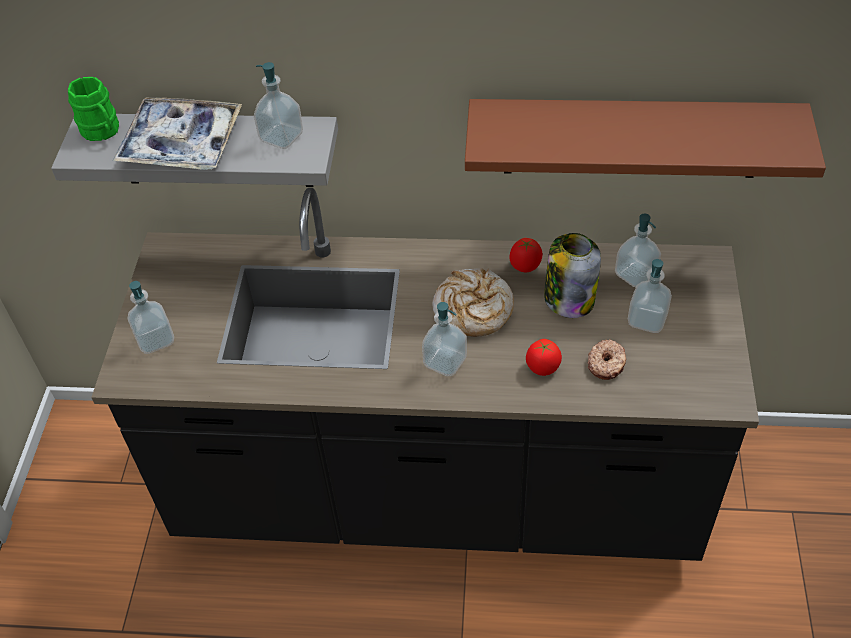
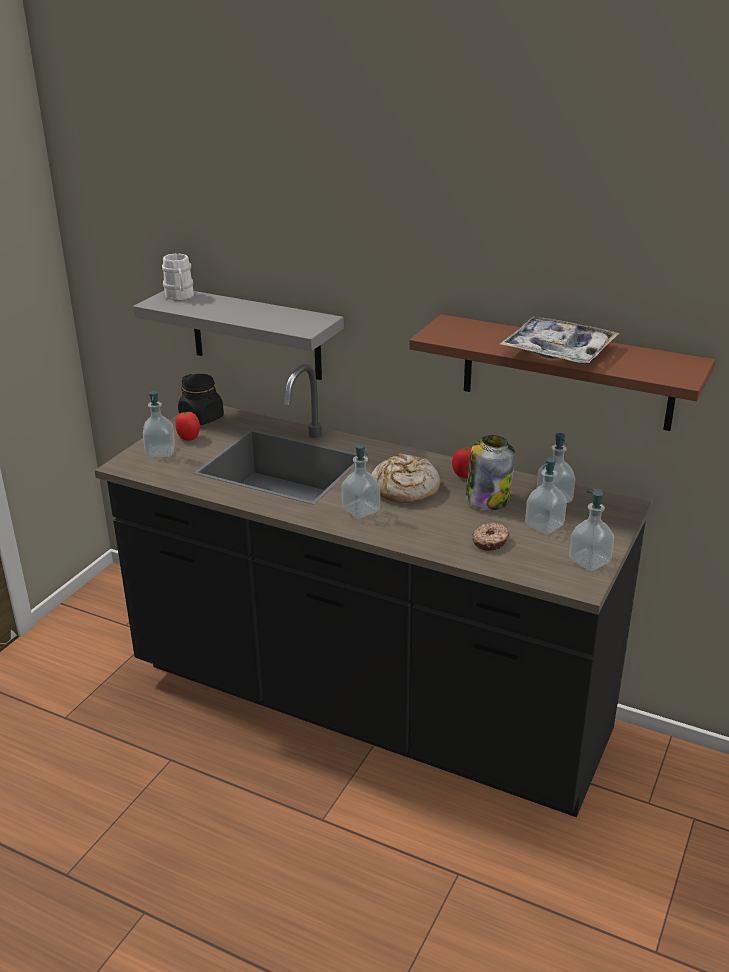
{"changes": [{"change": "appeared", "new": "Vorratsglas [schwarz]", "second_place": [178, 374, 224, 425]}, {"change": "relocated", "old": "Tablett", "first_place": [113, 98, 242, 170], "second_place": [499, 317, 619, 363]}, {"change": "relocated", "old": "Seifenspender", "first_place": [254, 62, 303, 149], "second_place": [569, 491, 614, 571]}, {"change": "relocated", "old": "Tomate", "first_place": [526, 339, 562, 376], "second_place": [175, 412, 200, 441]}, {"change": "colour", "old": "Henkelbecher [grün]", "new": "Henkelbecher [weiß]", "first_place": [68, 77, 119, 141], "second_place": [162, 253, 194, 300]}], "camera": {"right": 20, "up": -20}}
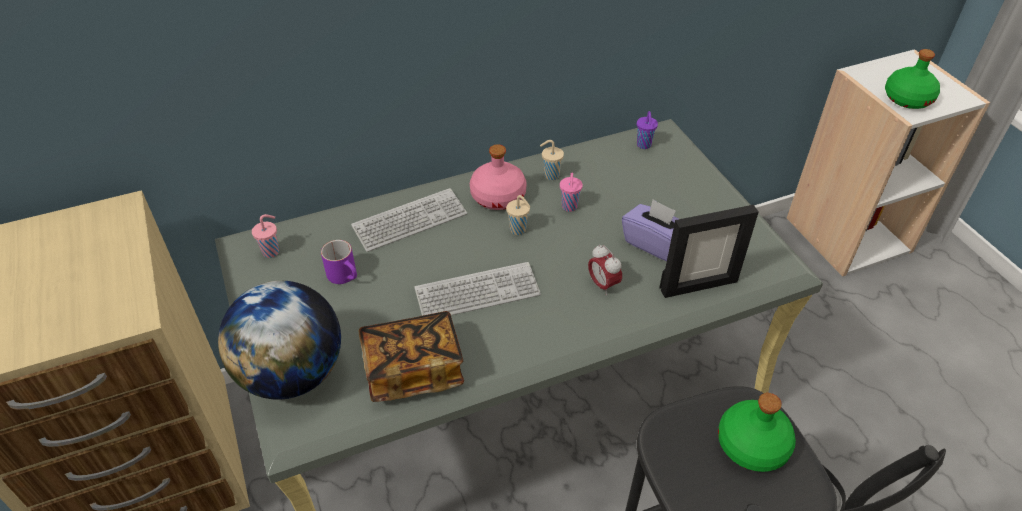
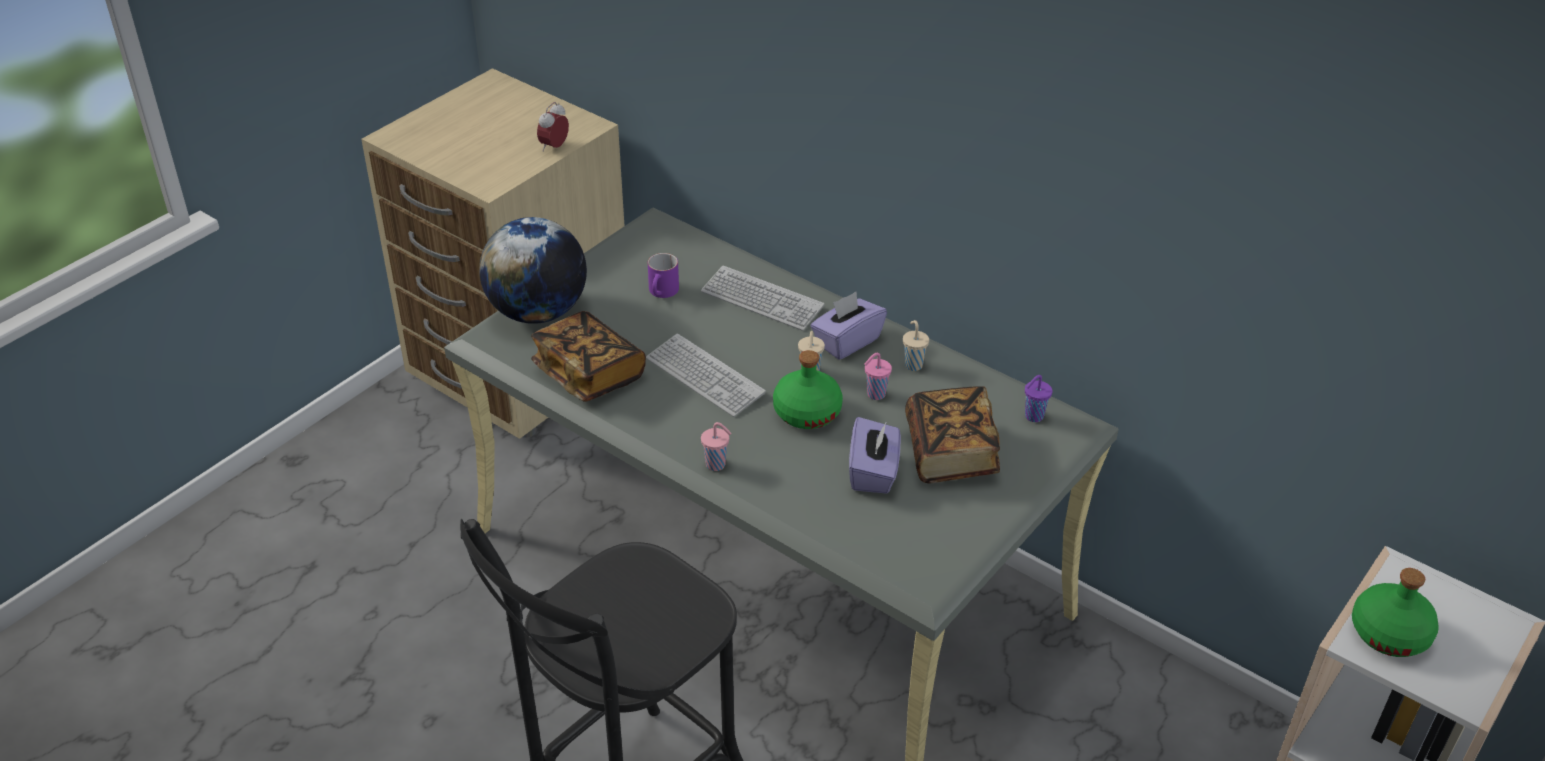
{"changes": [{"change": "missing", "old": "Bilderrahmen", "first_place": [659, 205, 759, 298]}, {"change": "appeared", "new": "Buch", "second_place": [905, 386, 1000, 483]}, {"change": "relocated", "old": "Tasse [rosa]", "first_place": [252, 214, 279, 258], "second_place": [701, 422, 731, 471]}, {"change": "relocated", "old": "Wecker", "first_place": [588, 244, 622, 296], "second_place": [537, 102, 569, 152]}, {"change": "relocated", "old": "Flasche [grün]", "first_place": [718, 393, 796, 472], "second_place": [773, 350, 843, 429]}, {"change": "exchanged", "old": "Flasche [rosa]", "new": "Taschentuchbox [lila]", "first_place": [470, 144, 527, 210], "second_place": [811, 292, 887, 360]}], "camera": {"right": 60, "up": -5}}
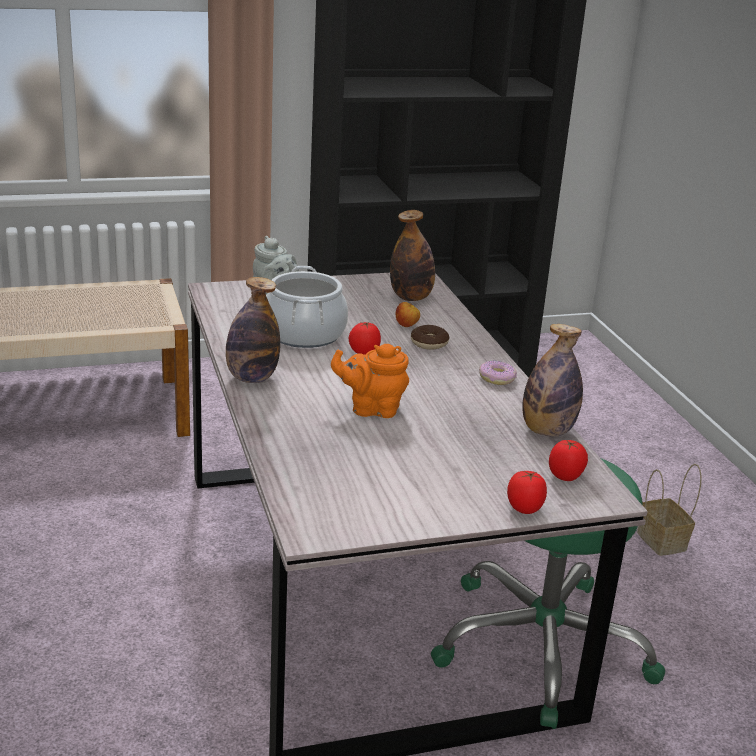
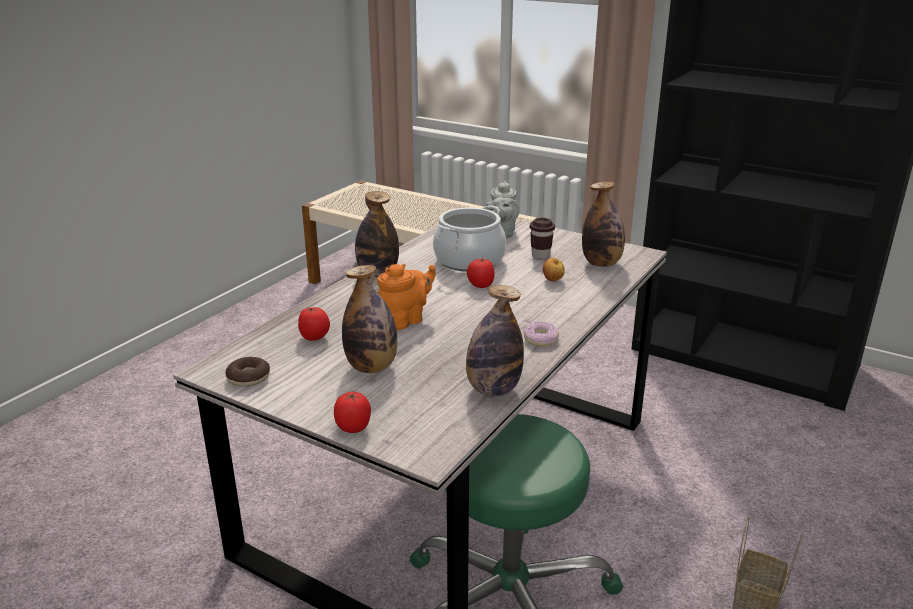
{"changes": [{"change": "appeared", "new": "Flasche", "second_place": [342, 265, 397, 373]}, {"change": "appeared", "new": "Tasse [braun]", "second_place": [530, 218, 555, 259]}, {"change": "relocated", "old": "Donut", "first_place": [411, 325, 449, 350], "second_place": [226, 357, 270, 387]}, {"change": "relocated", "old": "Tomate", "first_place": [549, 440, 588, 481], "second_place": [298, 307, 330, 341]}, {"change": "spun", "old": "Teekanne [orange]", "first_place": [331, 344, 409, 418], "second_place": [377, 263, 436, 330], "degrees": 90}], "camera": {"right": 50, "up": 0}}
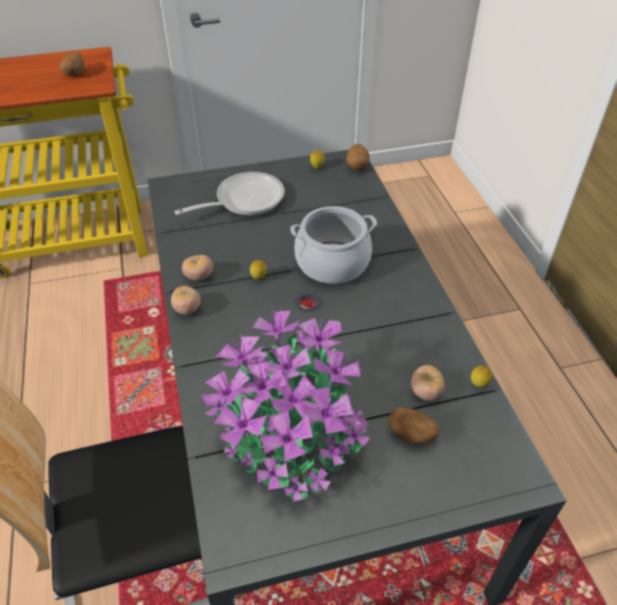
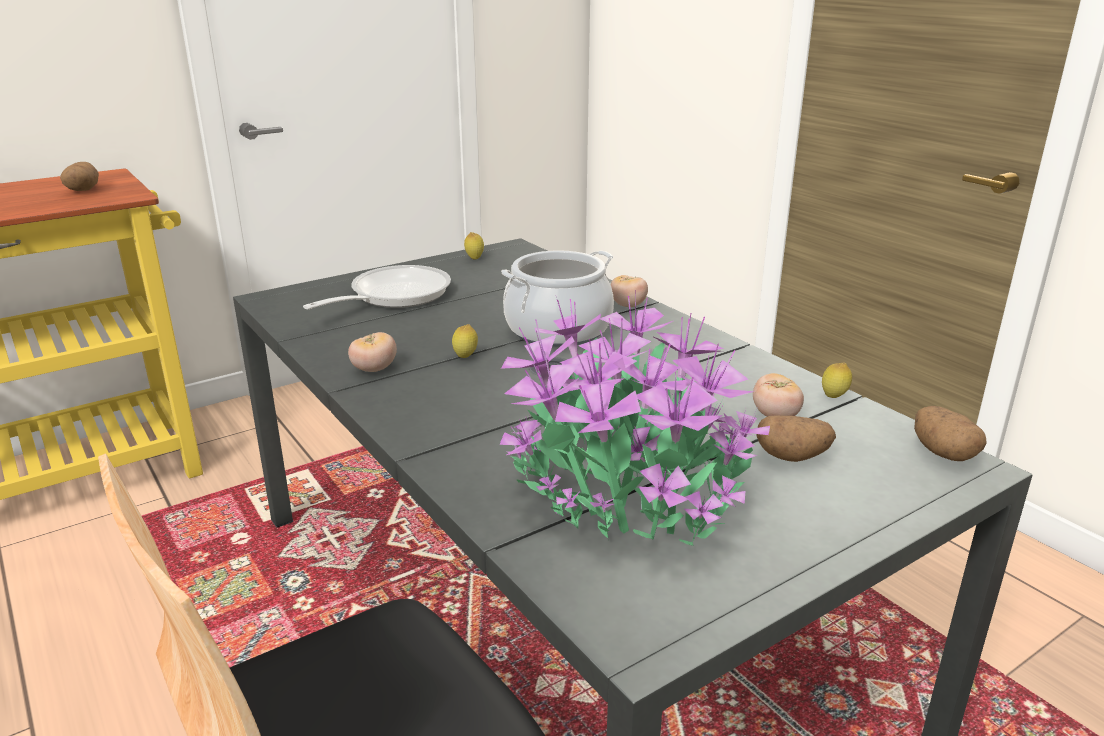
{"changes": [{"change": "relocated", "old": "Tomate", "first_place": [171, 286, 201, 315], "second_place": [611, 275, 648, 307]}, {"change": "relocated", "old": "Kartoffel", "first_place": [346, 144, 370, 170], "second_place": [914, 406, 987, 461]}], "camera": {"right": -20, "up": -20}}
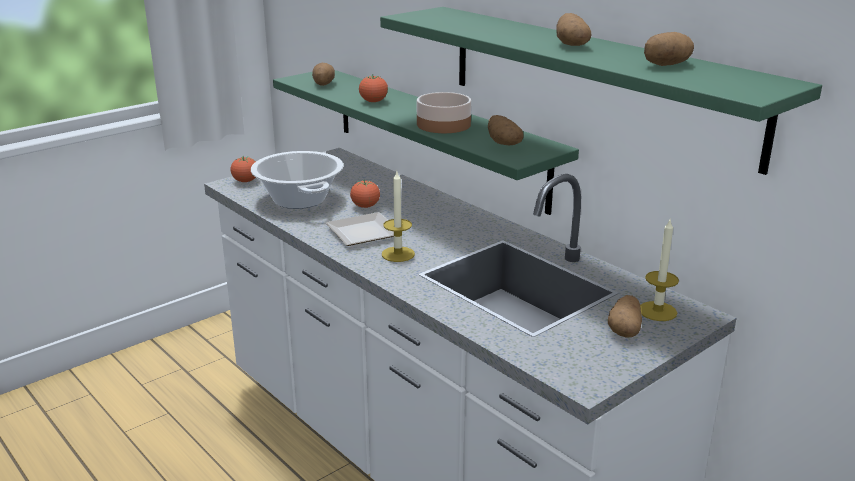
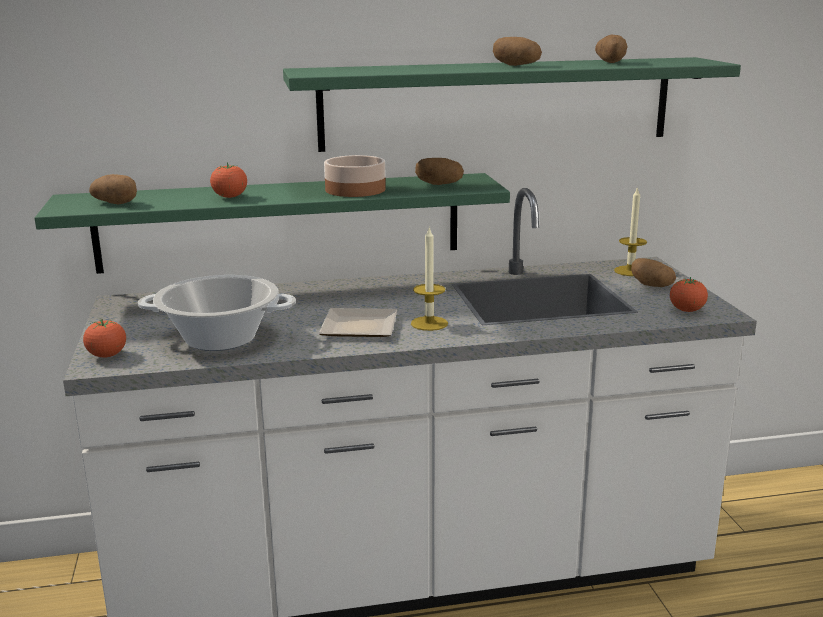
{"changes": [{"change": "relocated", "old": "Tomate", "first_place": [350, 180, 380, 208], "second_place": [670, 277, 708, 312]}], "camera": {"right": -60, "up": -5}}
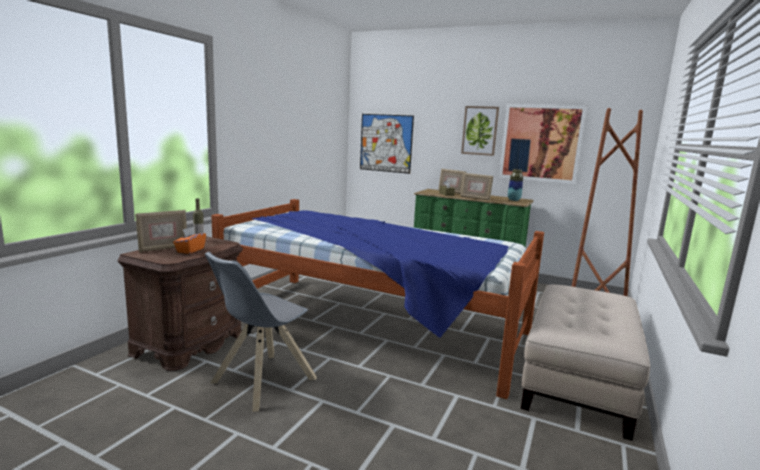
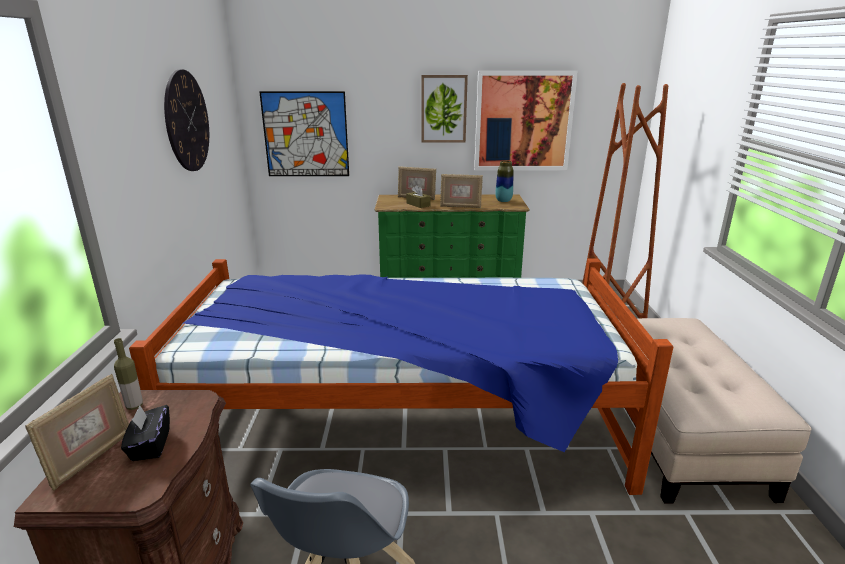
{"changes": [{"change": "appeared", "new": "Wanduhr", "second_place": [164, 69, 209, 171]}, {"change": "colour", "old": "Taschentuchbox [orange]", "new": "Taschentuchbox [schwarz]", "first_place": [173, 227, 206, 254], "second_place": [121, 405, 170, 461]}], "camera": {"right": -25, "up": 10}}
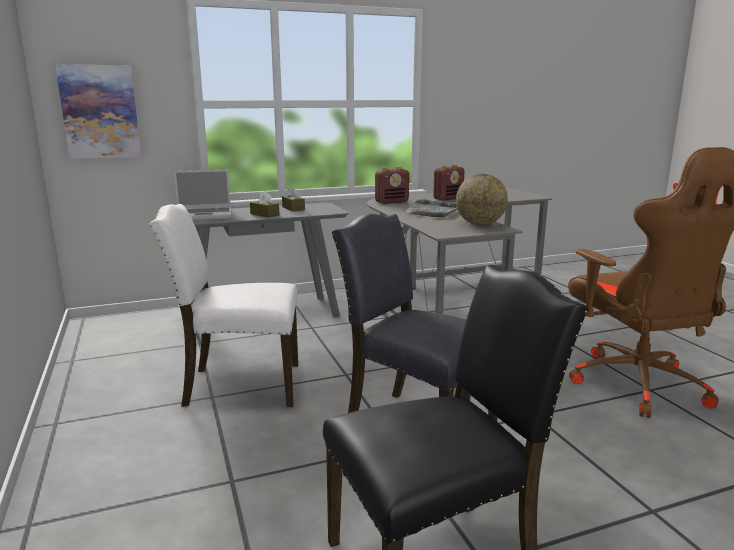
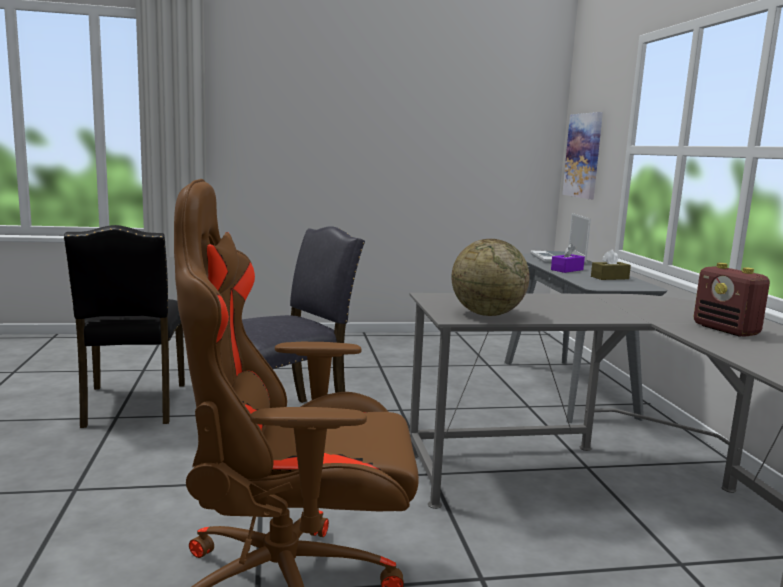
{"changes": [{"change": "missing", "old": "Stuhl [weiß]", "first_place": [149, 204, 298, 407]}, {"change": "missing", "old": "Radio", "first_place": [375, 167, 409, 204]}, {"change": "missing", "old": "Tablett [grau]", "first_place": [404, 199, 458, 217]}, {"change": "colour", "old": "Taschentuchbox [braun]", "new": "Taschentuchbox [lila]", "first_place": [250, 191, 279, 218], "second_place": [551, 243, 585, 273]}], "camera": {"right": 100, "up": -5}}
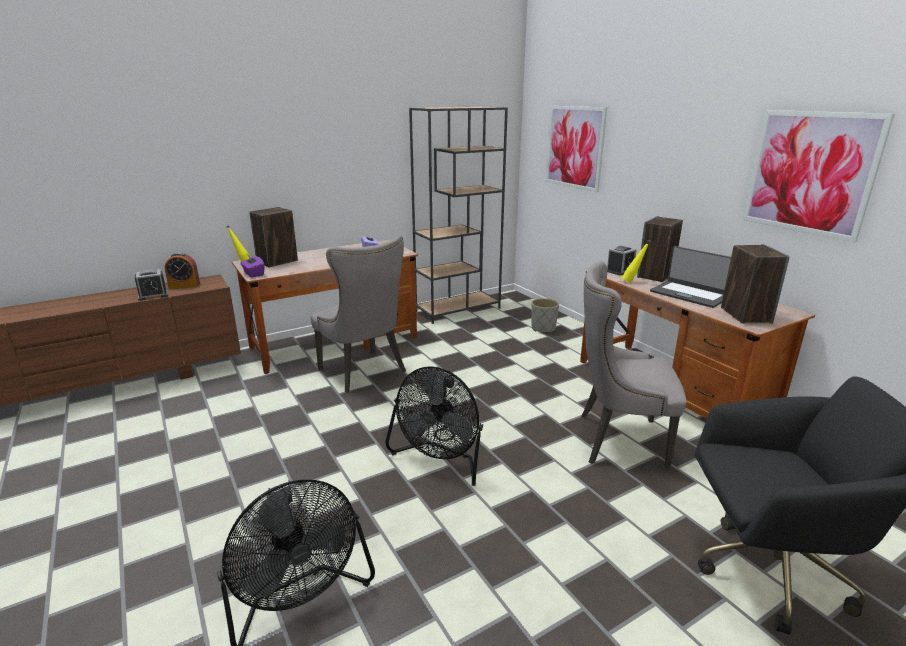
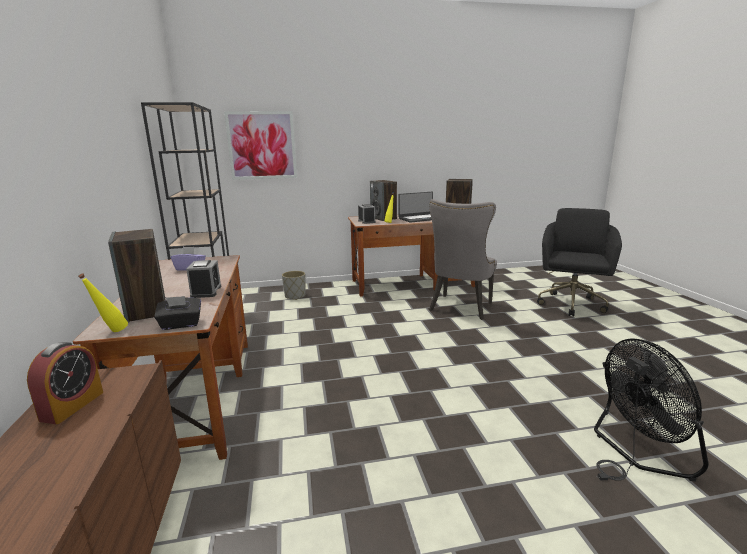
{"changes": [{"change": "missing", "old": "Stuhl [grau]", "first_place": [311, 235, 406, 393]}, {"change": "missing", "old": "Ventilator [schwarz]", "first_place": [386, 367, 483, 486]}, {"change": "missing", "old": "Bild", "first_place": [743, 110, 895, 242]}, {"change": "relocated", "old": "Wecker", "first_place": [135, 269, 168, 301], "second_place": [186, 260, 221, 298]}, {"change": "colour", "old": "Taschentuchbox [lila]", "new": "Taschentuchbox [schwarz]", "first_place": [241, 254, 264, 277], "second_place": [154, 296, 201, 330]}], "camera": {"right": -70, "up": -5}}
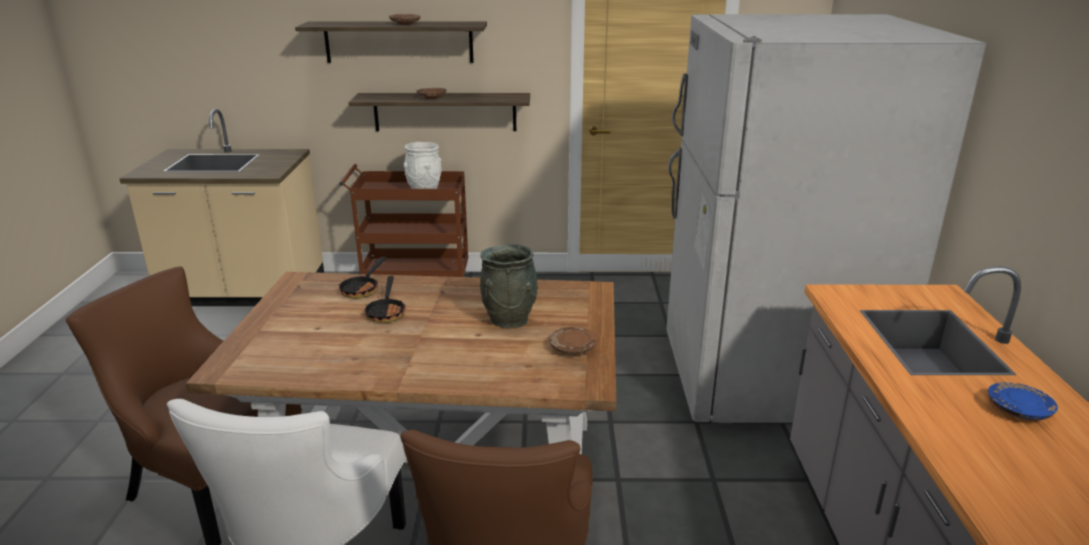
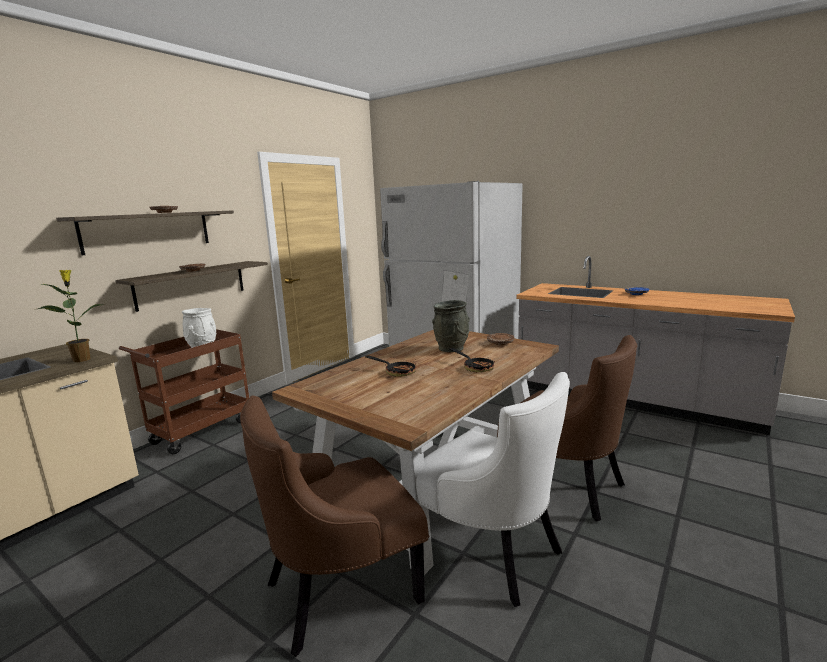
{"changes": [{"change": "appeared", "new": "Topfpflanze", "second_place": [38, 270, 104, 362]}, {"change": "relocated", "old": "Pfanne", "first_place": [339, 257, 386, 299], "second_place": [450, 348, 495, 372]}], "camera": {"right": -55, "up": -10}}
